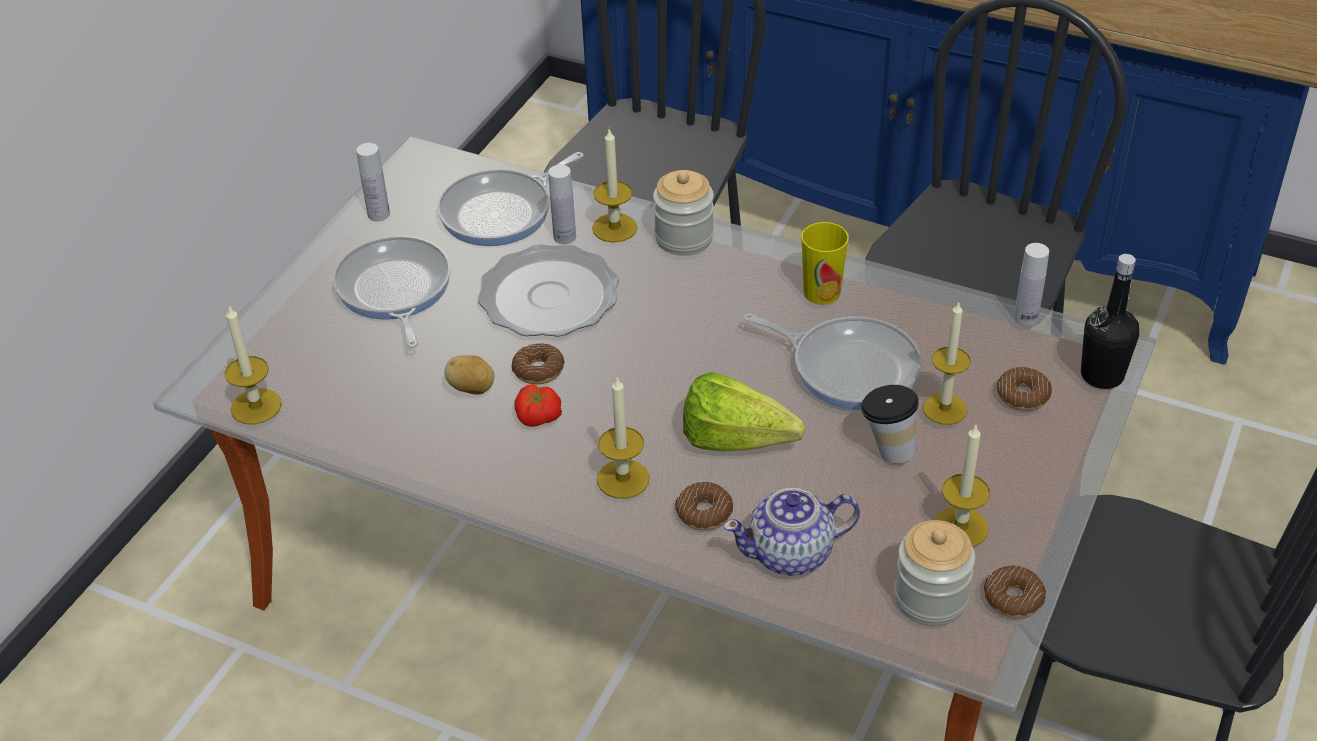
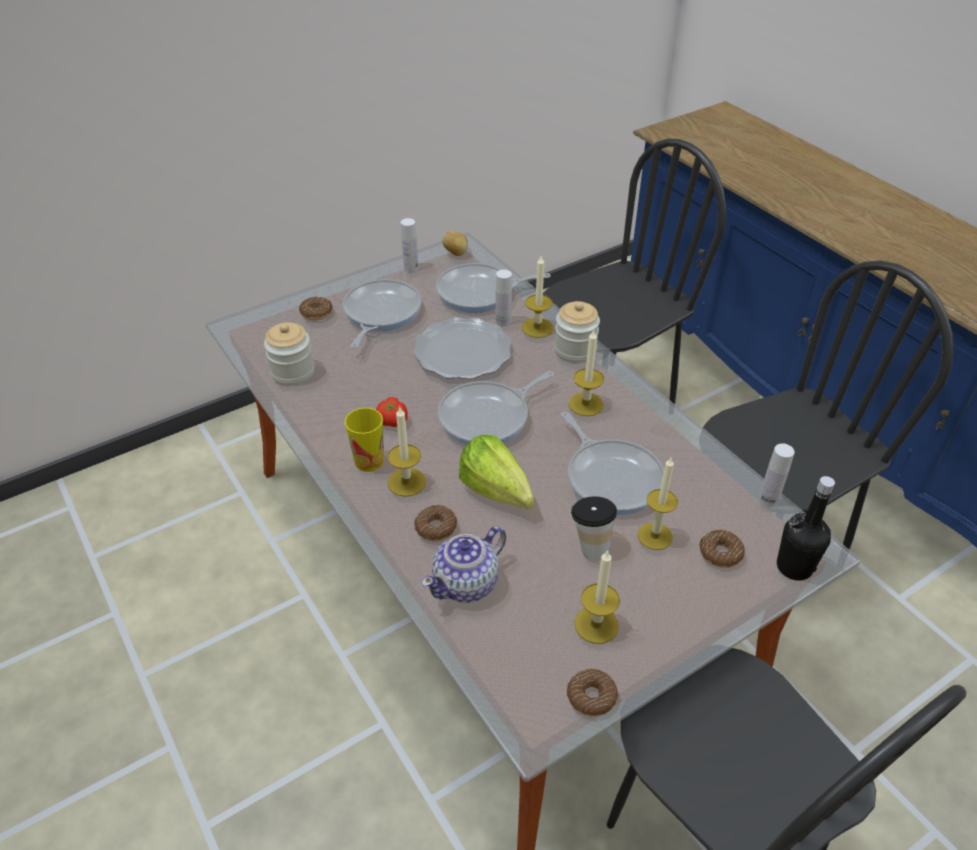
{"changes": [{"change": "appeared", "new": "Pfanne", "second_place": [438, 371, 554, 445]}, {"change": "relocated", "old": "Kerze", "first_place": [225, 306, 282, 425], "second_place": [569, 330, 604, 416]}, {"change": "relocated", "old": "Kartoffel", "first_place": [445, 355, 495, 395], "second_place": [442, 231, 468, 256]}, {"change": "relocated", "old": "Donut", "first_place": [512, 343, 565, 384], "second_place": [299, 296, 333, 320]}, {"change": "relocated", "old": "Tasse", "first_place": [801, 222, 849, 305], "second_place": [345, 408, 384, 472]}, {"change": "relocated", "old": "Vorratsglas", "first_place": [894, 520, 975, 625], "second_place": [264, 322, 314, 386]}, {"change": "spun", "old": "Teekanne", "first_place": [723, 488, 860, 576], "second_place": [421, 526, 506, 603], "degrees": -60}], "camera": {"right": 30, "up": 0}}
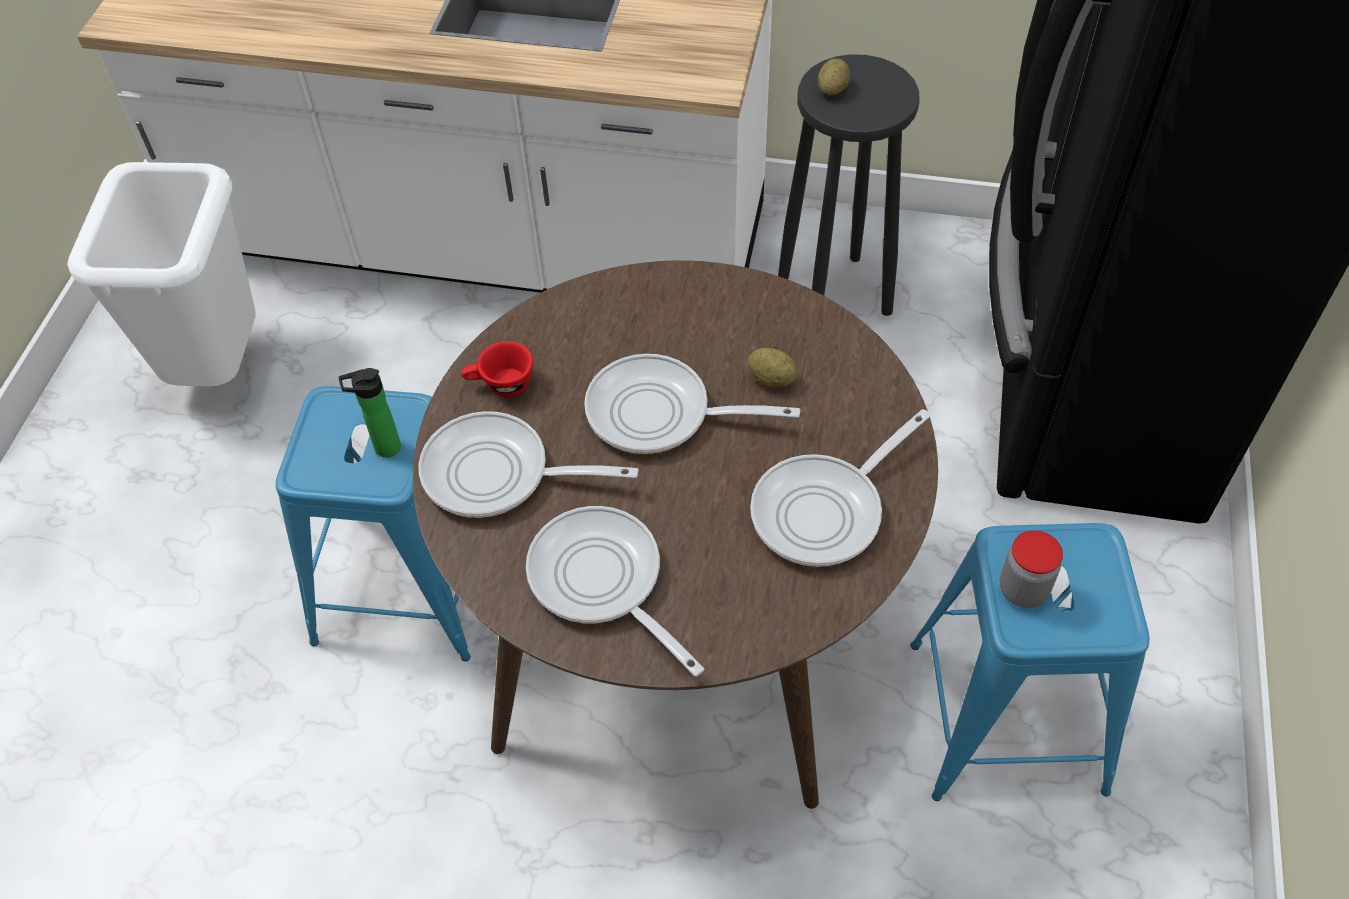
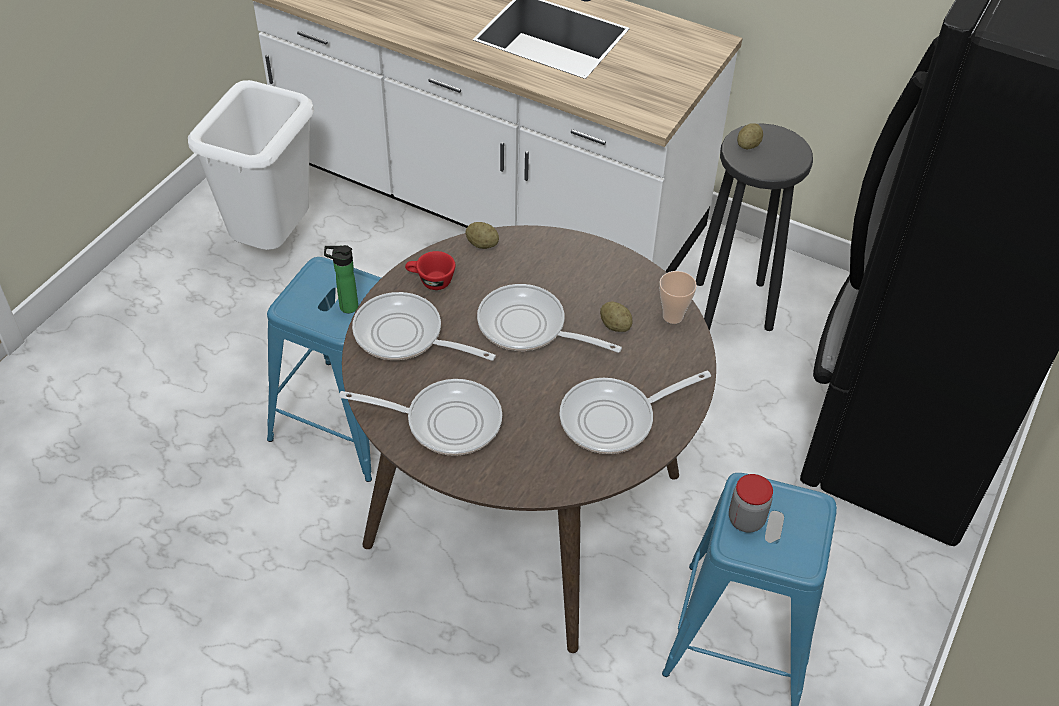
{"changes": [{"change": "appeared", "new": "Kartoffel", "second_place": [465, 222, 499, 249]}, {"change": "appeared", "new": "Tasse", "second_place": [659, 271, 697, 324]}, {"change": "spun", "old": "Pfanne", "first_place": [526, 506, 704, 677], "second_place": [339, 379, 502, 456], "degrees": 120}], "camera": {"right": 15, "up": -5}}
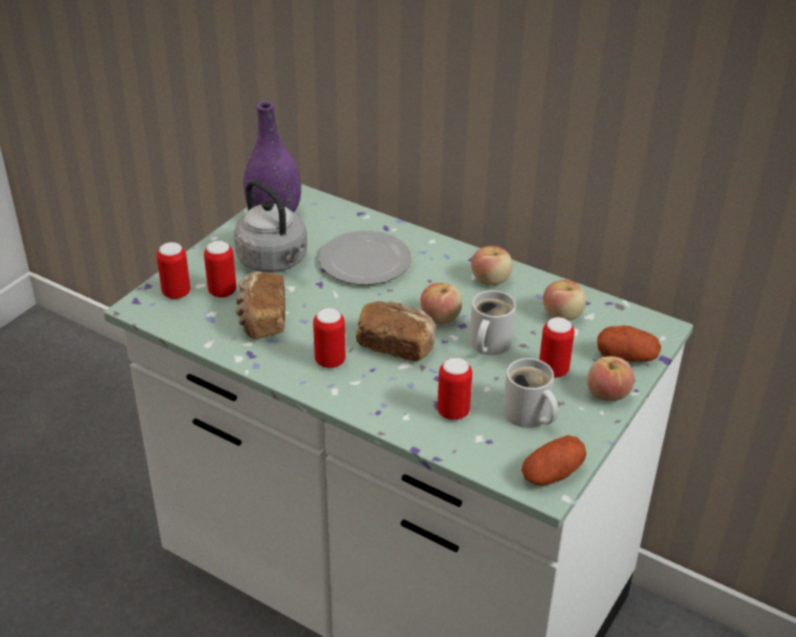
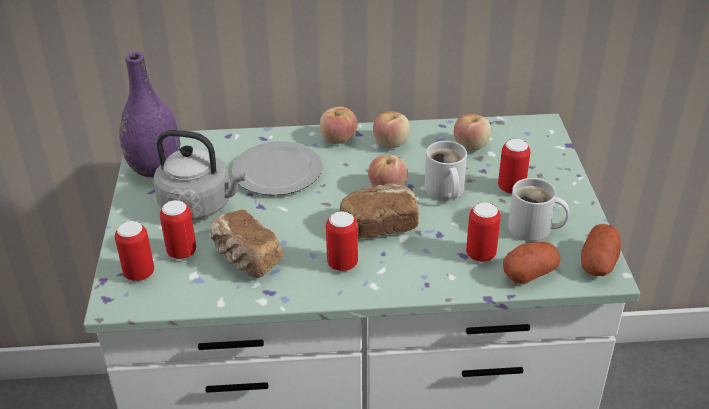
{"changes": [{"change": "relocated", "old": "Apfel", "first_place": [587, 356, 634, 401], "second_place": [320, 107, 357, 144]}, {"change": "relocated", "old": "Kartoffel", "first_place": [597, 326, 661, 362], "second_place": [503, 242, 561, 284]}], "camera": {"right": -35, "up": 0}}
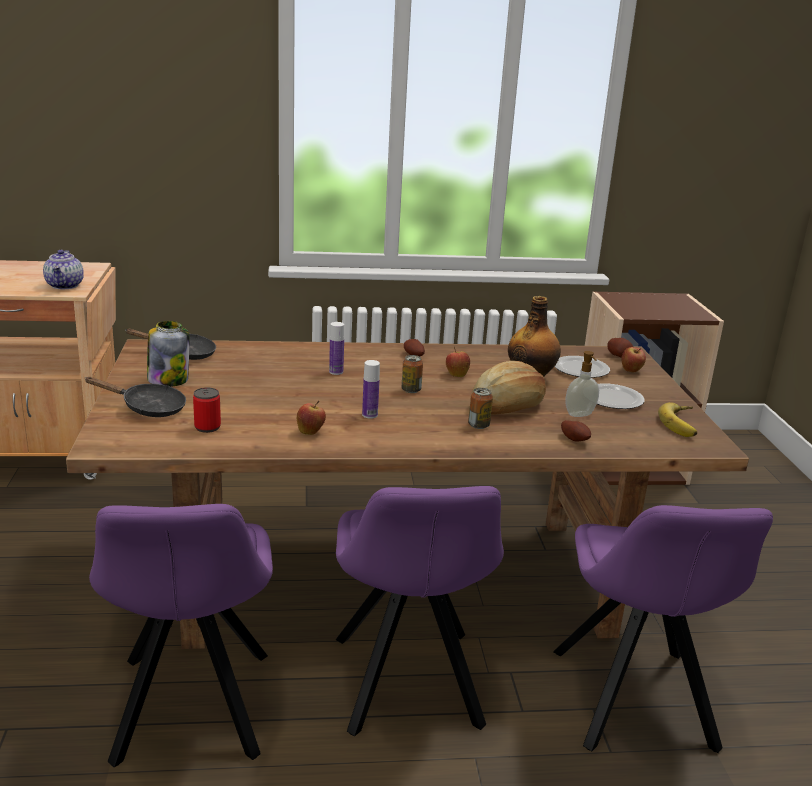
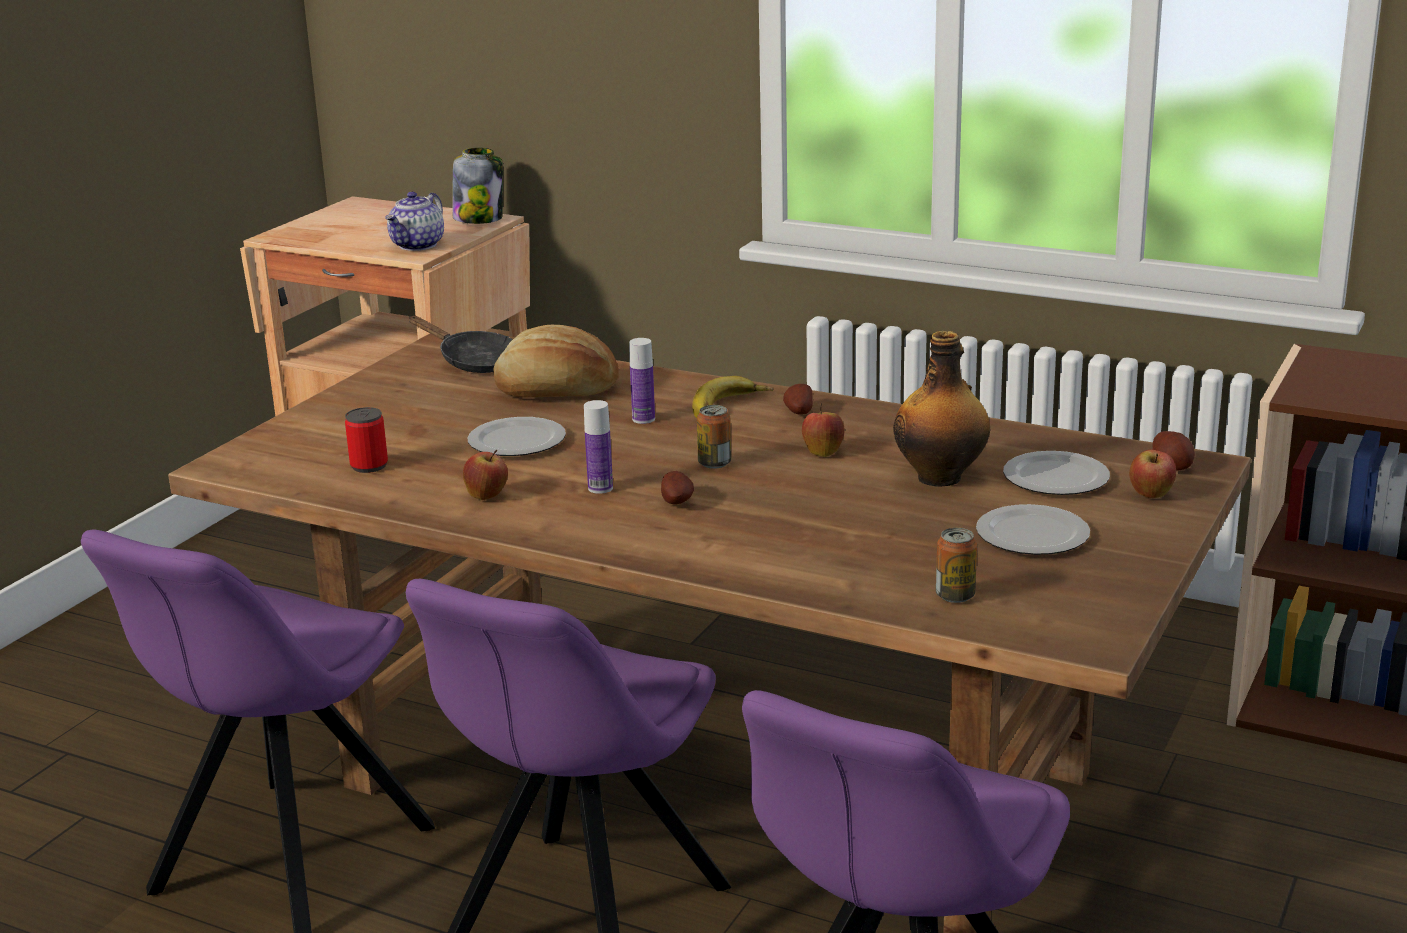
{"changes": [{"change": "missing", "old": "Pfanne [schwarz]", "first_place": [84, 377, 186, 417]}, {"change": "missing", "old": "Seifenspender", "first_place": [566, 351, 599, 417]}, {"change": "appeared", "new": "Teller", "second_place": [468, 417, 566, 456]}, {"change": "relocated", "old": "Vorratsglas", "first_place": [147, 321, 189, 387], "second_place": [452, 148, 503, 224]}, {"change": "relocated", "old": "Dose", "first_place": [468, 388, 493, 429], "second_place": [936, 528, 977, 603]}, {"change": "relocated", "old": "Brot", "first_place": [472, 361, 546, 414], "second_place": [494, 325, 619, 398]}, {"change": "relocated", "old": "Kartoffel", "first_place": [561, 420, 591, 441], "second_place": [661, 471, 694, 504]}, {"change": "relocated", "old": "Banane", "first_place": [658, 402, 697, 437], "second_place": [692, 376, 774, 418]}], "camera": {"right": 35, "up": 0}}
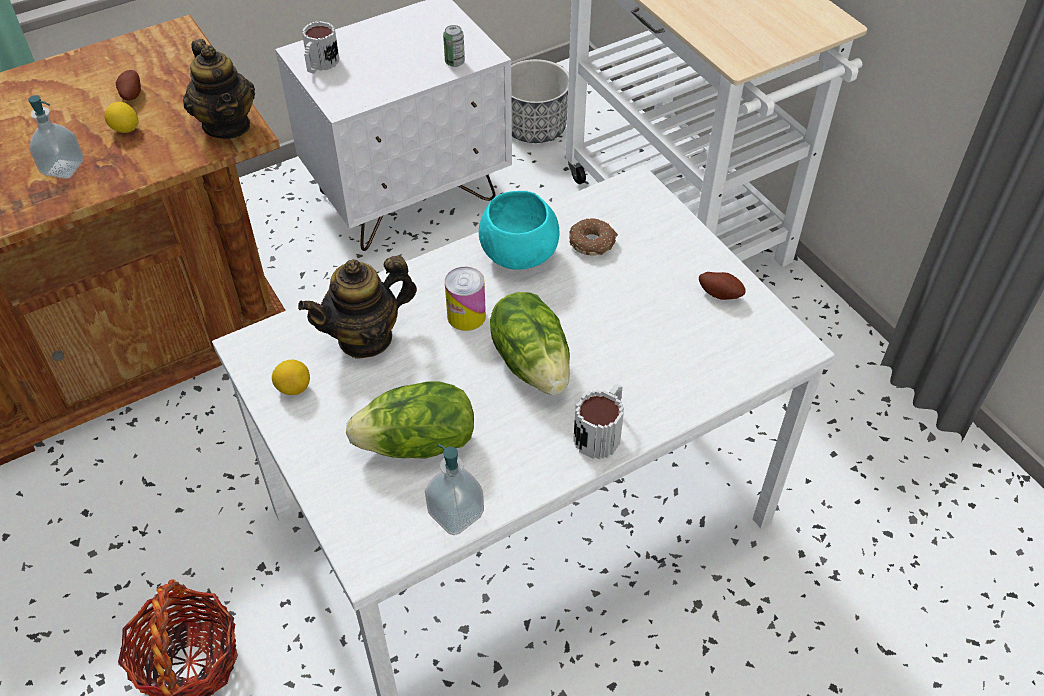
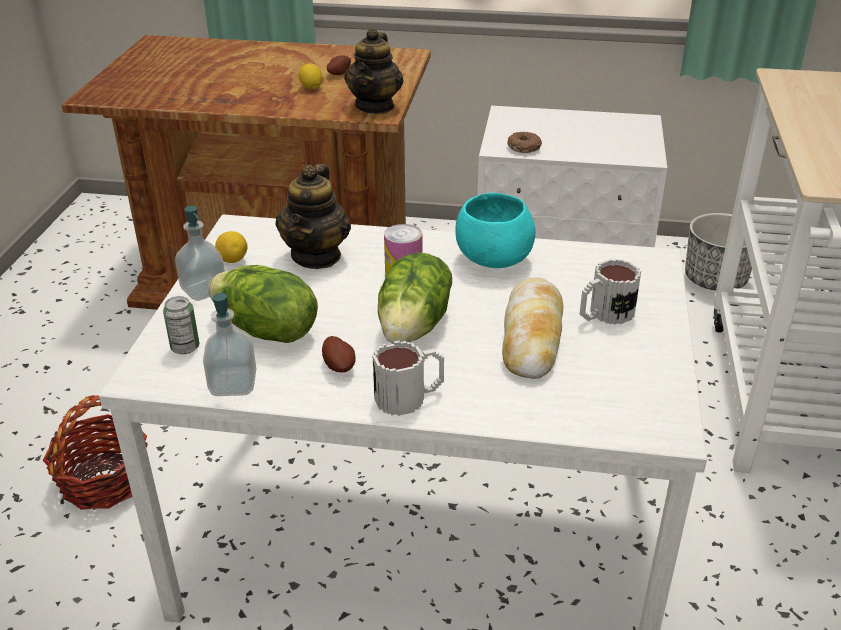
{"changes": [{"change": "appeared", "new": "Brot", "second_place": [502, 278, 563, 379]}, {"change": "relocated", "old": "Seifenspender", "first_place": [28, 95, 84, 179], "second_place": [175, 206, 225, 301]}, {"change": "relocated", "old": "Henkelbecher", "first_place": [302, 21, 339, 74], "second_place": [579, 259, 641, 325]}, {"change": "relocated", "old": "Dose", "first_place": [443, 25, 465, 67], "second_place": [163, 296, 199, 354]}, {"change": "relocated", "old": "Donut", "first_place": [569, 218, 618, 256], "second_place": [507, 132, 542, 153]}, {"change": "relocated", "old": "Kartoffel", "first_place": [699, 272, 746, 300], "second_place": [322, 336, 356, 373]}, {"change": "spun", "old": "Teekanne", "first_place": [298, 256, 417, 359], "second_place": [275, 164, 351, 269], "degrees": -90}], "camera": {"right": 40, "up": -15}}
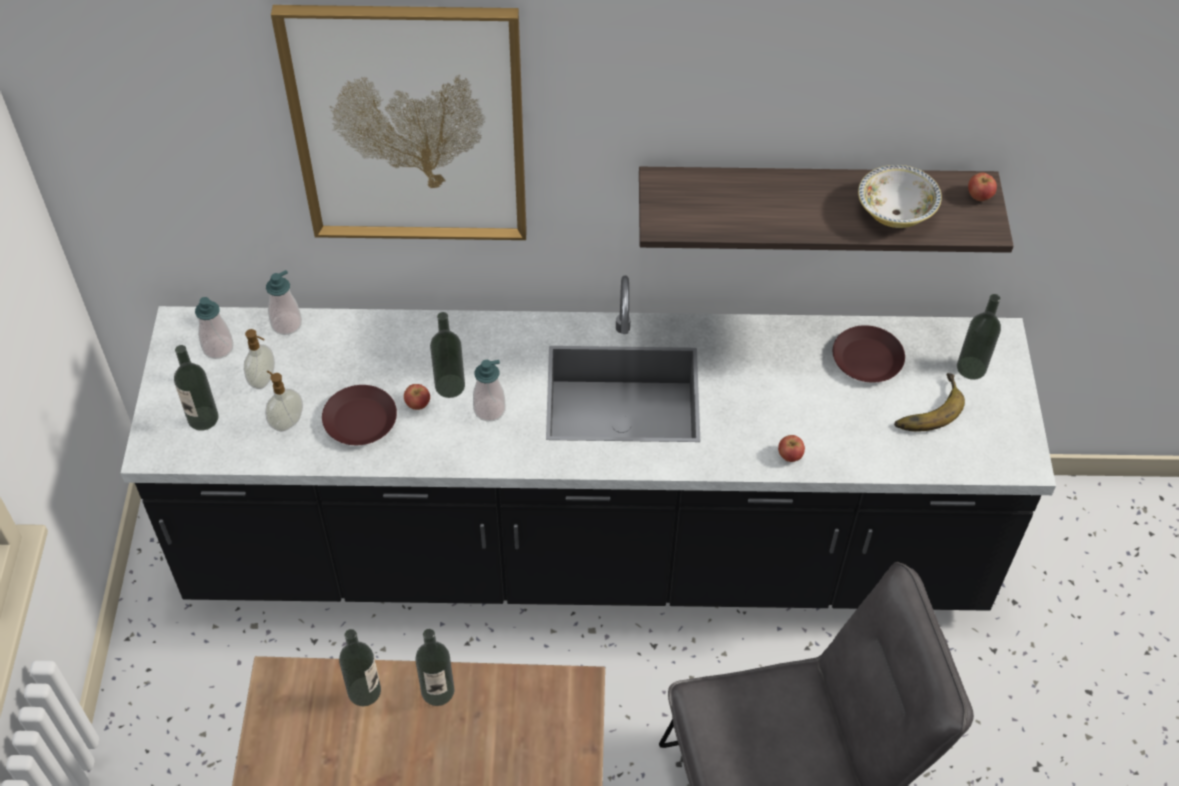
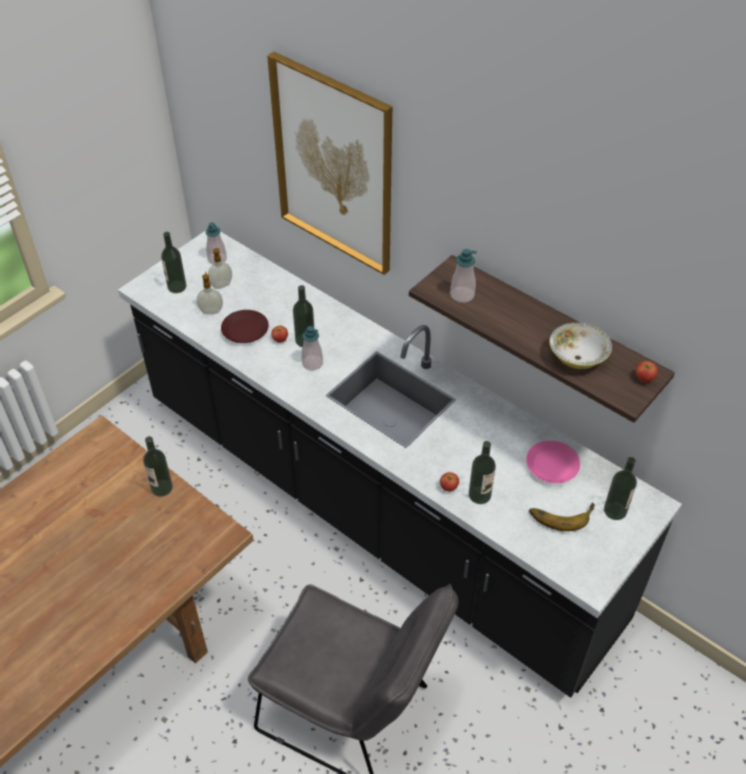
{"changes": [{"change": "relocated", "old": "Seifenspender", "first_place": [266, 270, 302, 335], "second_place": [450, 249, 477, 303]}, {"change": "relocated", "old": "Flasche", "first_place": [339, 629, 381, 706], "second_place": [469, 441, 496, 504]}, {"change": "colour", "old": "Teller [braun]", "new": "Teller [rosa]", "first_place": [833, 325, 905, 382], "second_place": [526, 440, 580, 483]}], "camera": {"right": 40, "up": -5}}
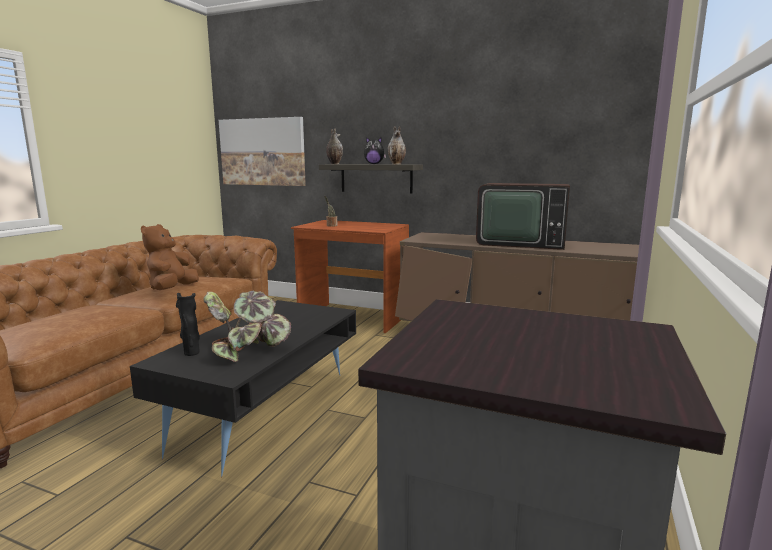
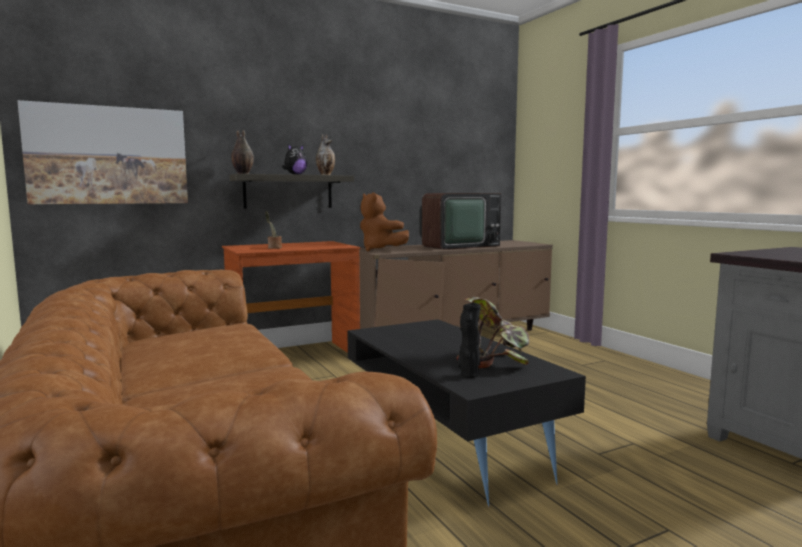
{"changes": [{"change": "relocated", "old": "Plüschtier [braun]", "first_place": [141, 224, 199, 290], "second_place": [360, 192, 409, 251]}], "camera": {"right": -50, "up": -5}}
